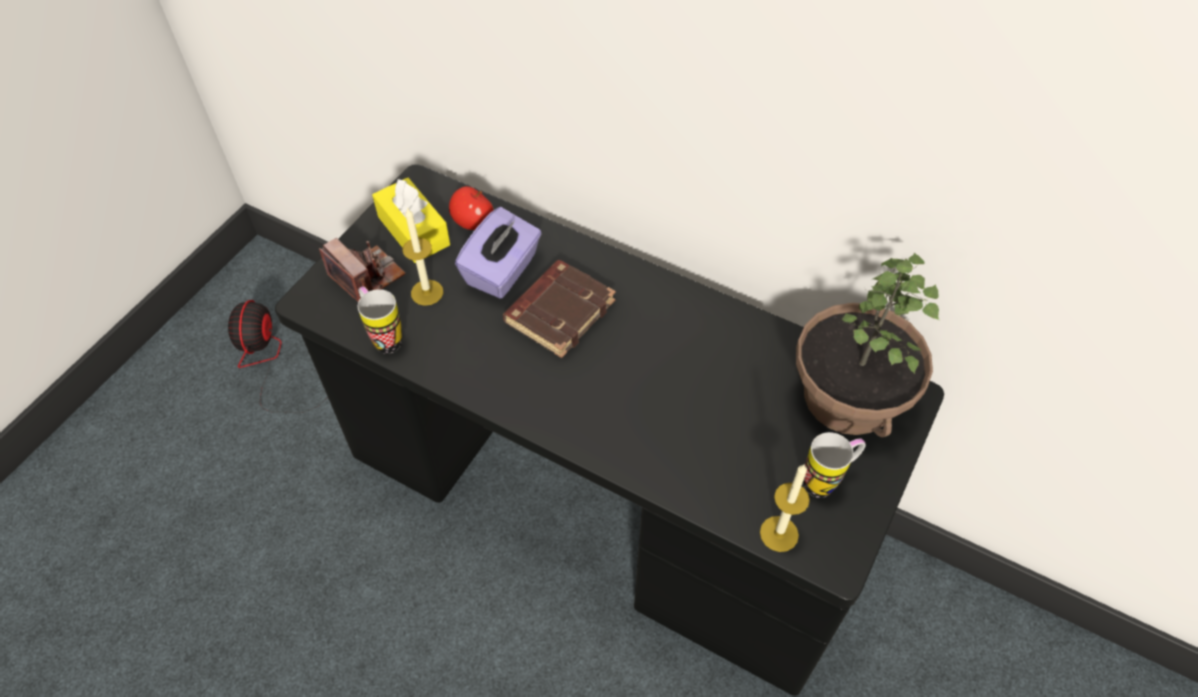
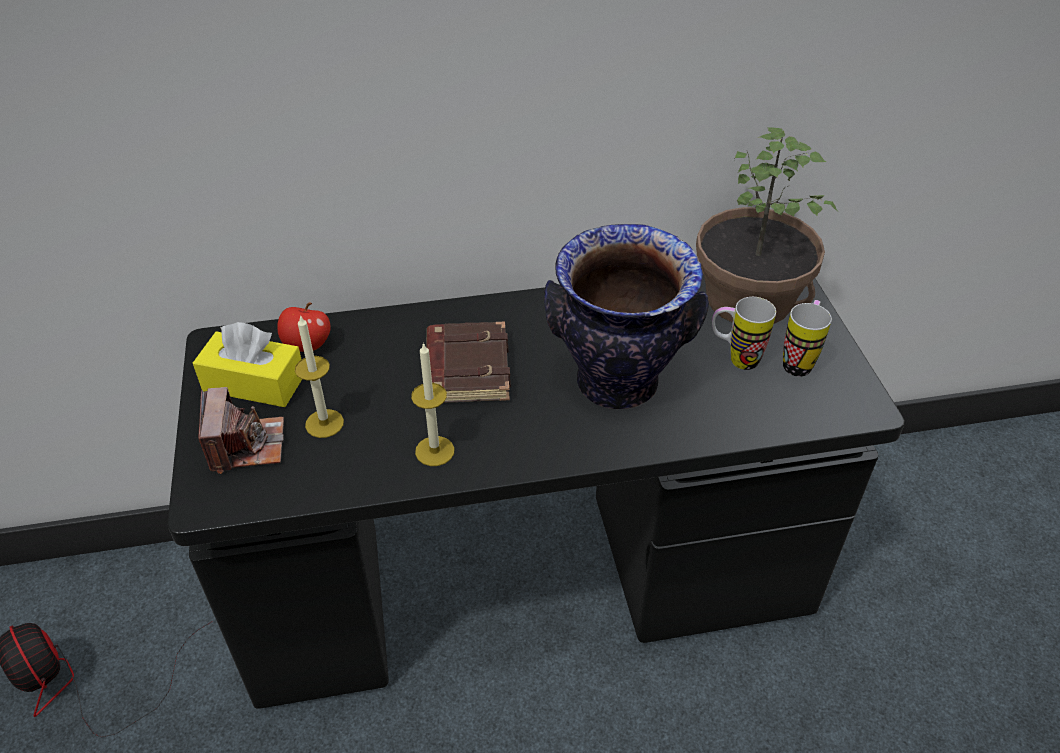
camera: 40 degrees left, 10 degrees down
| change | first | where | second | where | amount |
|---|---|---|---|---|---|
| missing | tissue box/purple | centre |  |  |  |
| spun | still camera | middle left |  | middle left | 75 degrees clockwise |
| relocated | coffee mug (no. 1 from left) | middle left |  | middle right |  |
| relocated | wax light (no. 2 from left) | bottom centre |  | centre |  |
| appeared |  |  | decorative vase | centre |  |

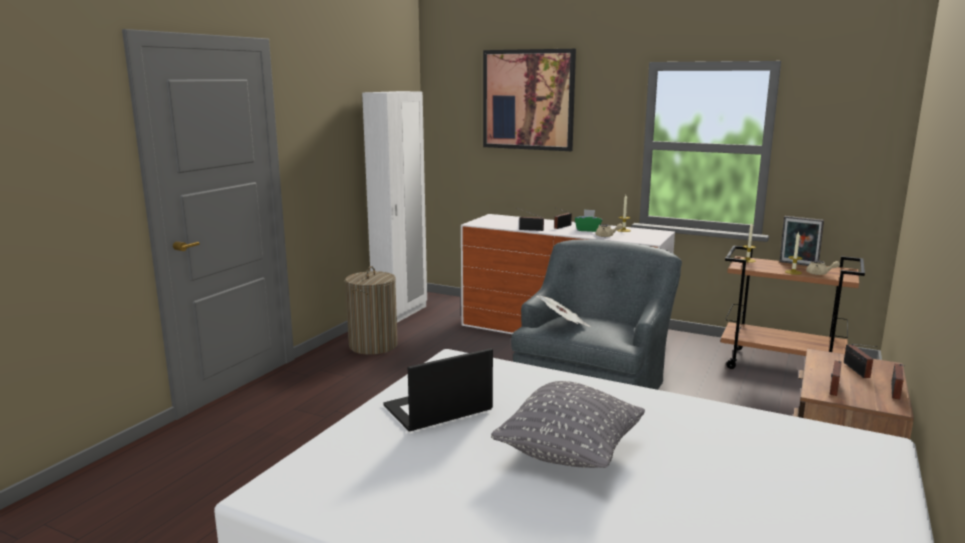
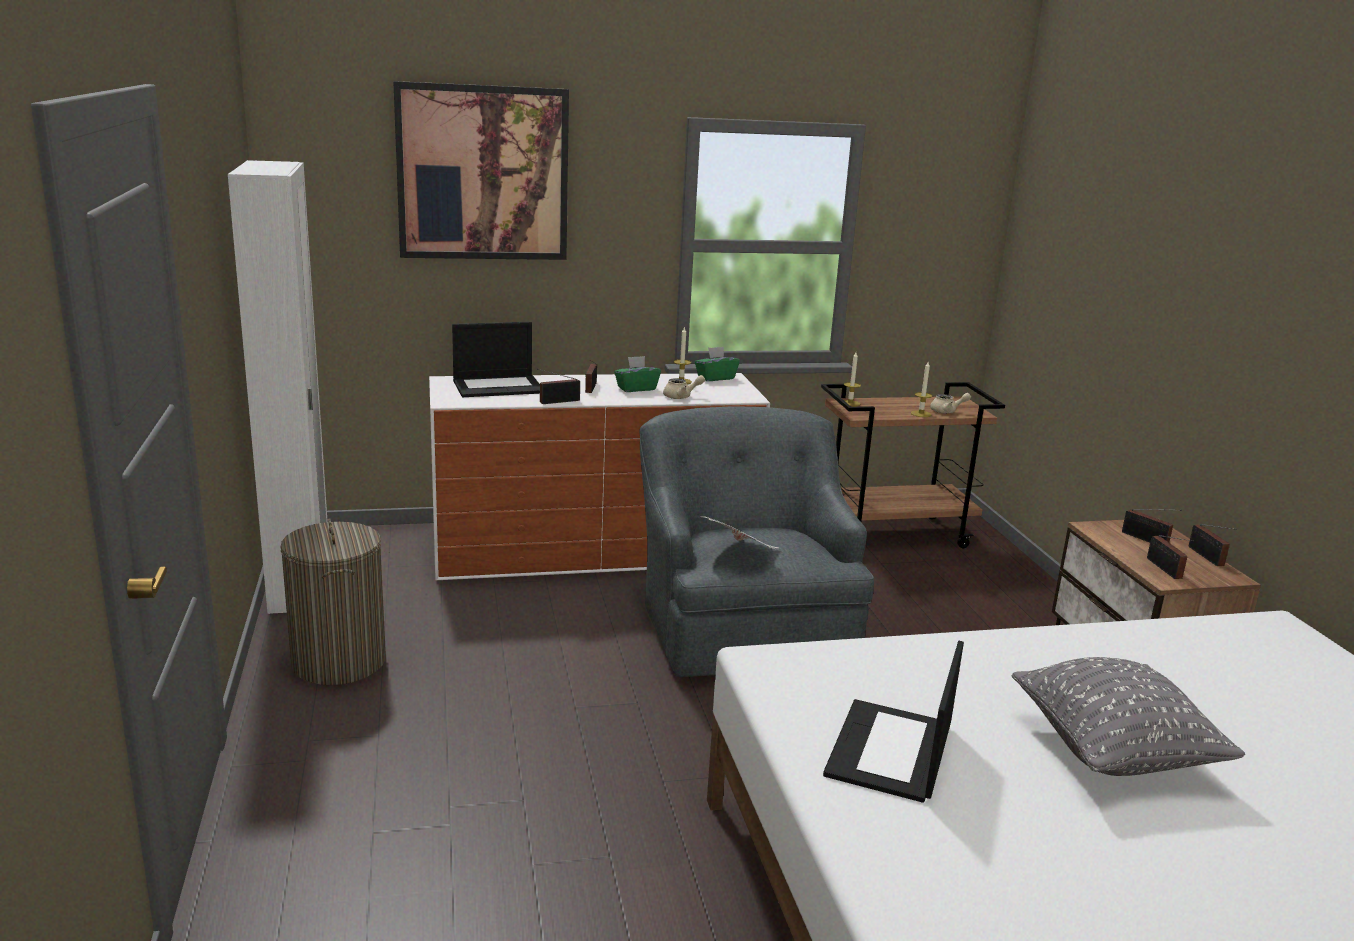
camera: 40 degrees left, 5 degrees up
| change | first | where | second | where | amount |
|---|---|---|---|---|---|
| missing | standing frame | middle right |  |  |  |
| appeared |  |  | laptop (no. 1 from left) | centre |  |
| appeared |  |  | tissue box/green-coloured (no. 2 from left) | centre |  |

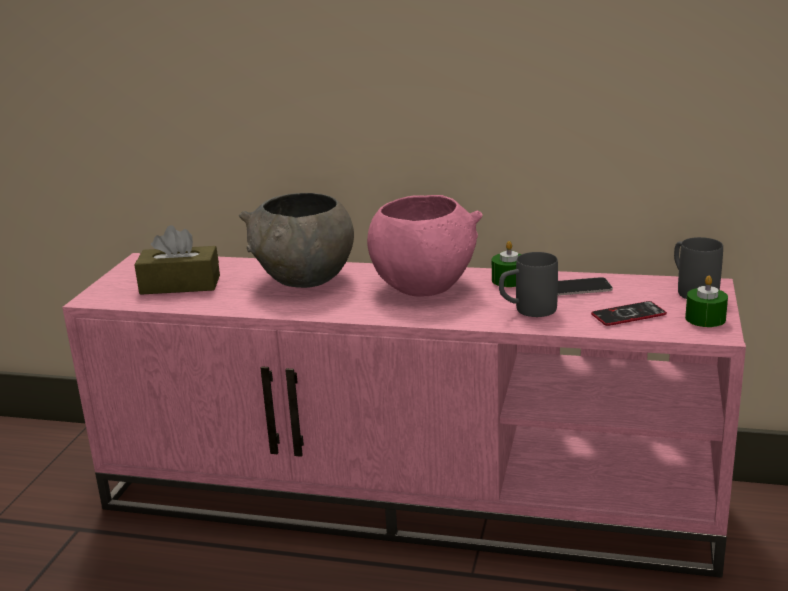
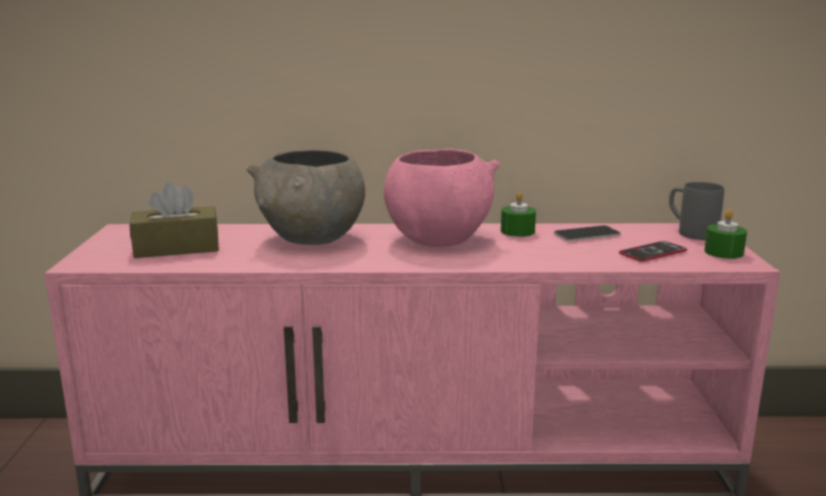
camera: 15 degrees left, 5 degrees down
| change | first | where | second | where | amount |
|---|---|---|---|---|---|
| missing | coffee mug/greyish (no. 1 from left) | middle right |  |  |  |

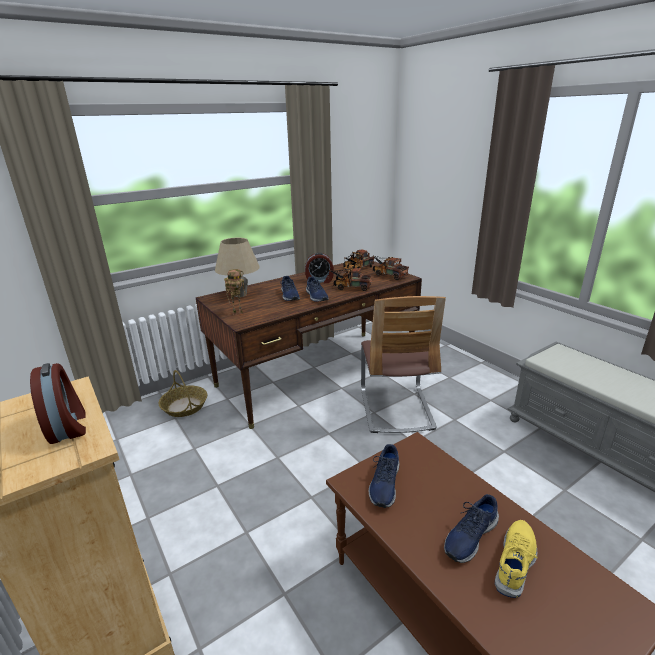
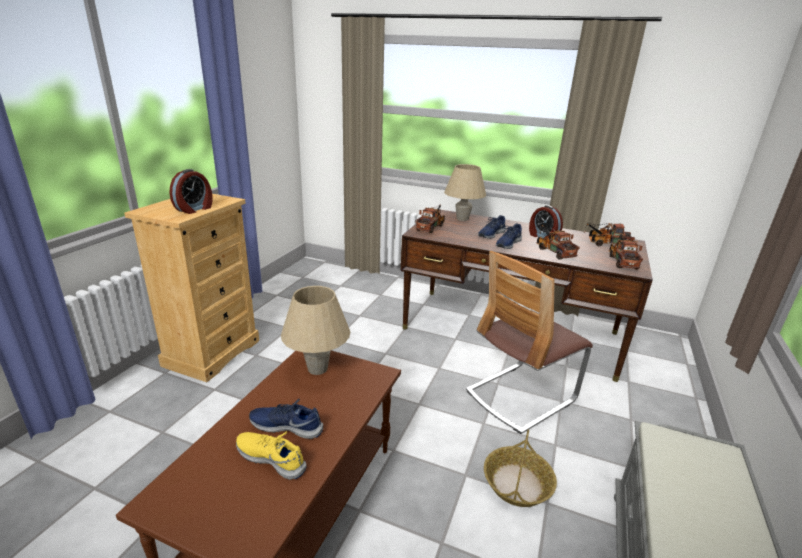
camera: 55 degrees right, 0 degrees up
| change | first | where | second | where | amount |
|---|---|---|---|---|---|
| exchanged | robot figure | centre | model truck (no. 1 from left) | centre |  |
| relocated | storage basket | middle left |  | bottom centre |  |
| exchanged | item of footwear/blue-coloured (no. 3 from left) | bottom centre | tabletop lamp/sand-coloured (no. 1 from left) | centre |  |
| spun | item of footwear/yellowish | bottom right |  | bottom centre | 150 degrees counterclockwise |

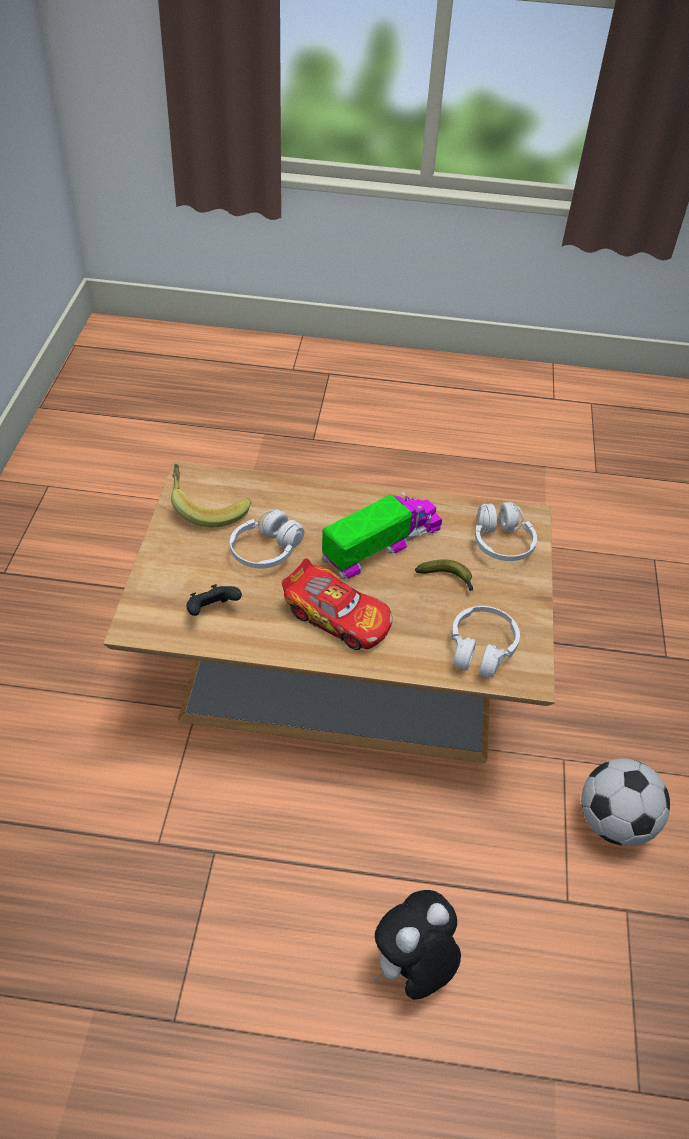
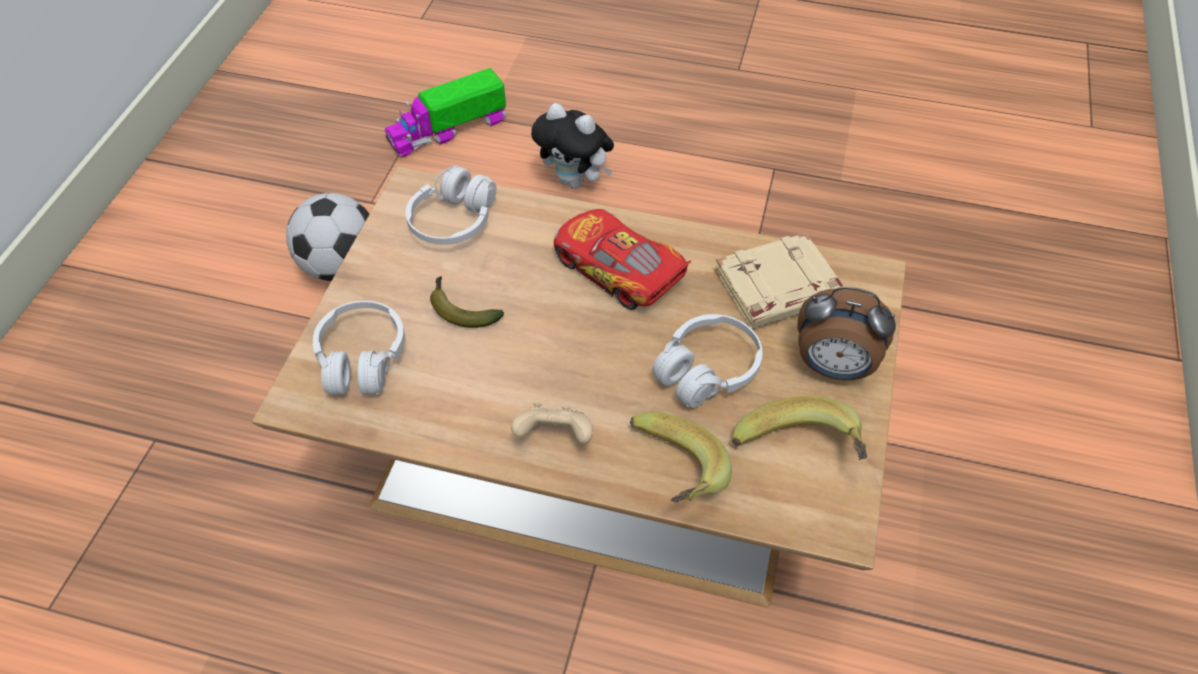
camera: 170 degrees left, 5 degrees up
| change | first | where | second | where | amount |
|---|---|---|---|---|---|
| relocated | model truck | centre |  | top centre |  |
| exchanged | gamepad/blackish | middle left | volume/sand-coloured | centre |  |
| spun | soft toy | bottom centre |  | top centre | 60 degrees clockwise |
| appeared |  |  | bedside clock | middle right |  |
| appeared |  |  | gamepad/sand-coloured | centre |  |
| appeared |  |  | banana (no. 2 from left) | bottom centre |  |

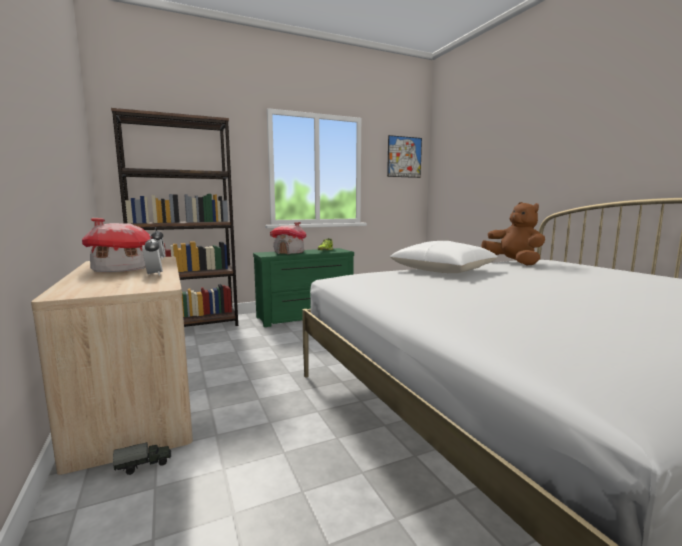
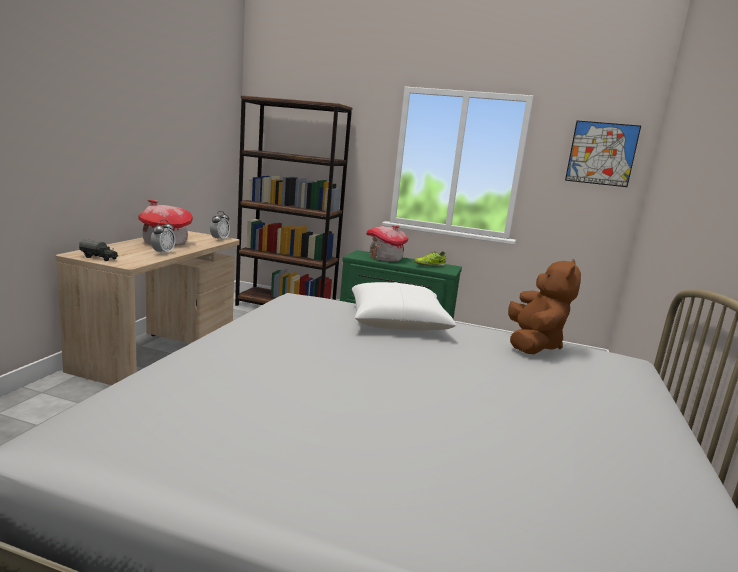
camera: 40 degrees right, 5 degrees up
| change | first | where | second | where | amount |
|---|---|---|---|---|---|
| relocated | model truck | bottom left |  | middle left |  |

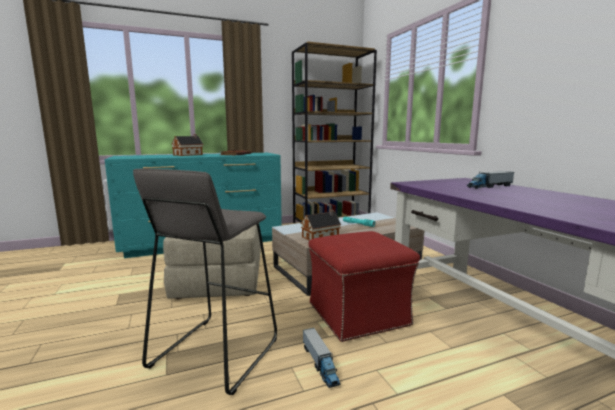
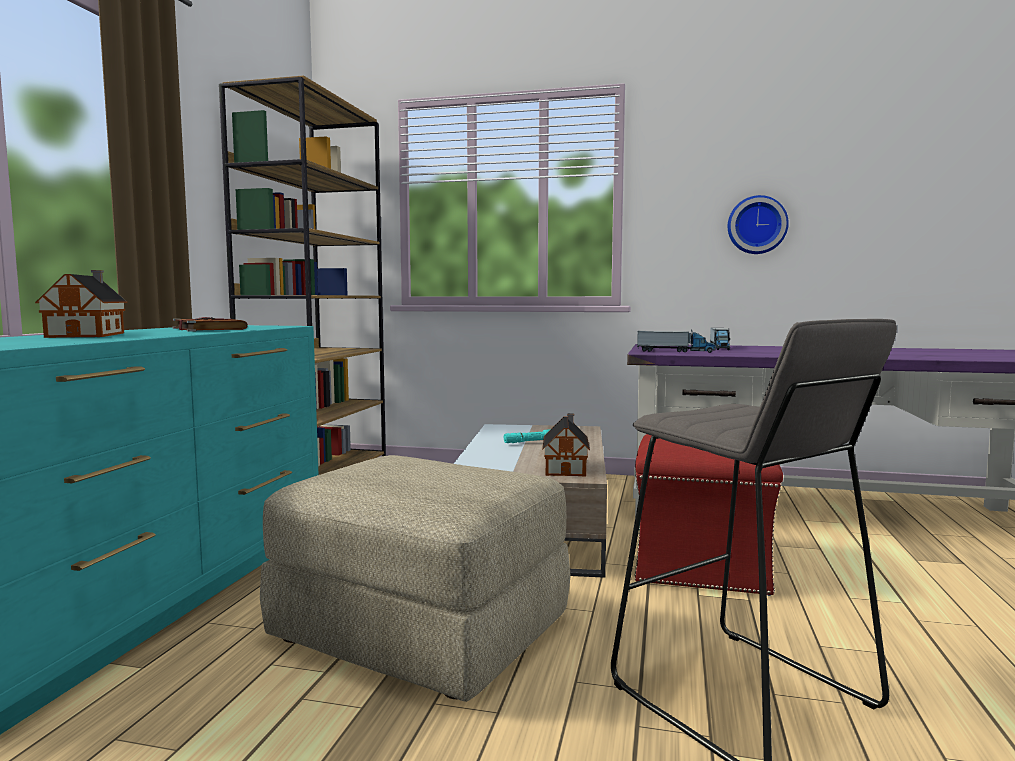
camera: 55 degrees left, 5 degrees down
| change | first | where | second | where | amount |
|---|---|---|---|---|---|
| relocated | model truck (no. 1 from left) | bottom centre |  | centre |  |
| appeared |  |  | wall clock | top right |  |

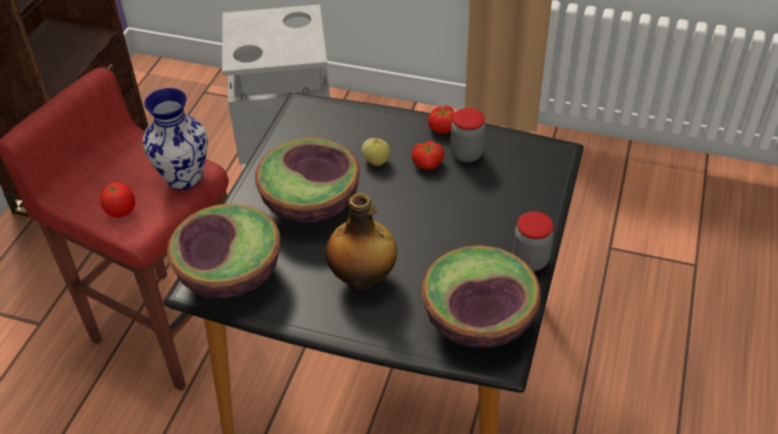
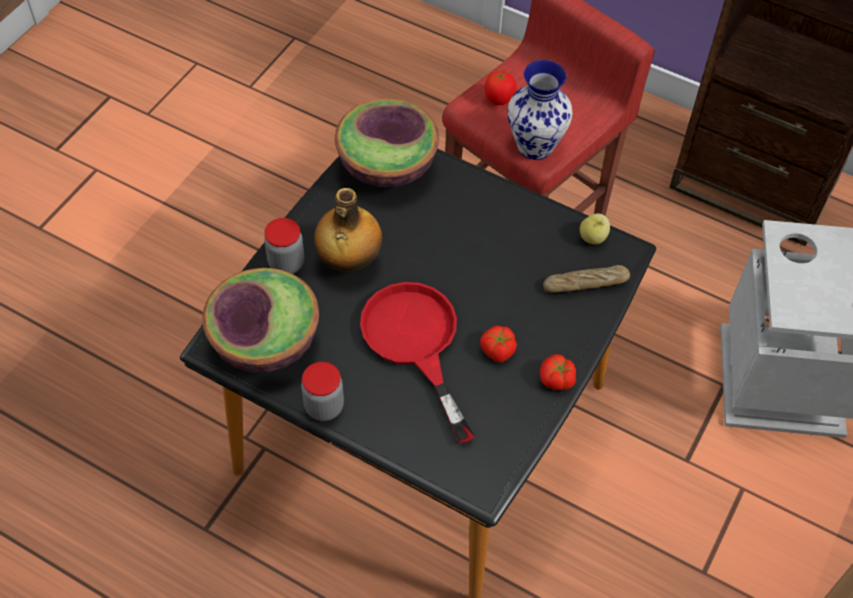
camera: 100 degrees right, 10 degrees up
| change | first | where | second | where | amount |
|---|---|---|---|---|---|
| relocated | preserve jar (no. 1 from left) | top centre |  | middle left |  |
| missing | bowl (no. 2 from left) | centre |  |  |  |
| relocated | whole apple | centre |  | middle right |  |
| appeared |  |  | bakery bread | middle right |  |
| appeared |  |  | pan/red | centre |  |

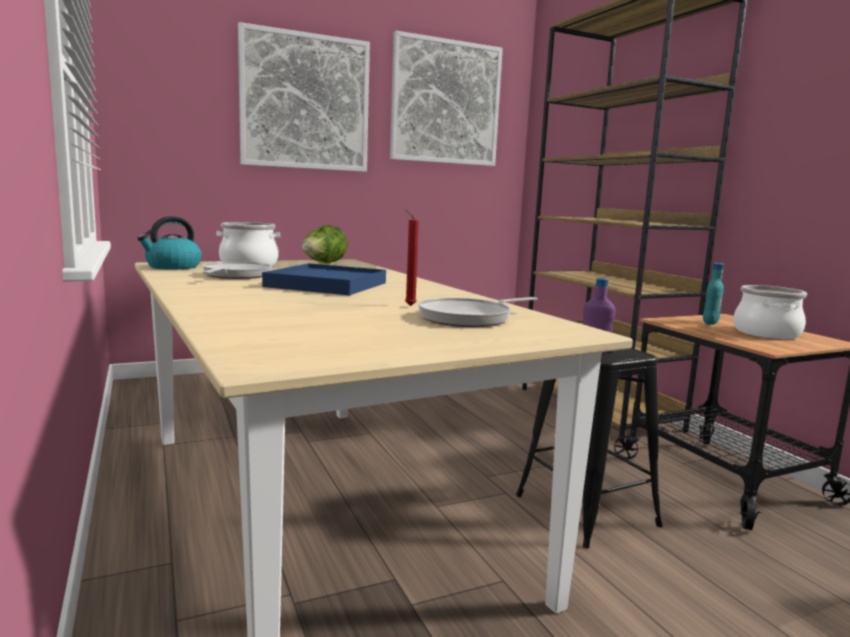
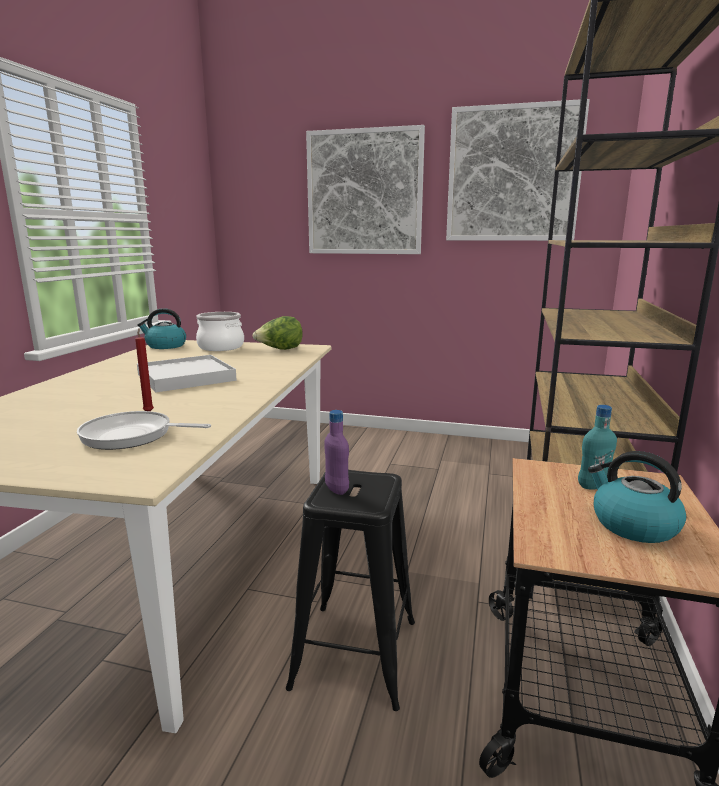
camera: 40 degrees right, 5 degrees up
| change | first | where | second | where | amount |
|---|---|---|---|---|---|
| missing | pan (no. 1 from left) | middle left |  |  |  |
| colour | tray/blue-coloured | centre | tray/white-coloured | middle left |  |
| exchanged | cooking pot (no. 2 from left) | middle right | kettle (no. 2 from left) | middle right |  |

